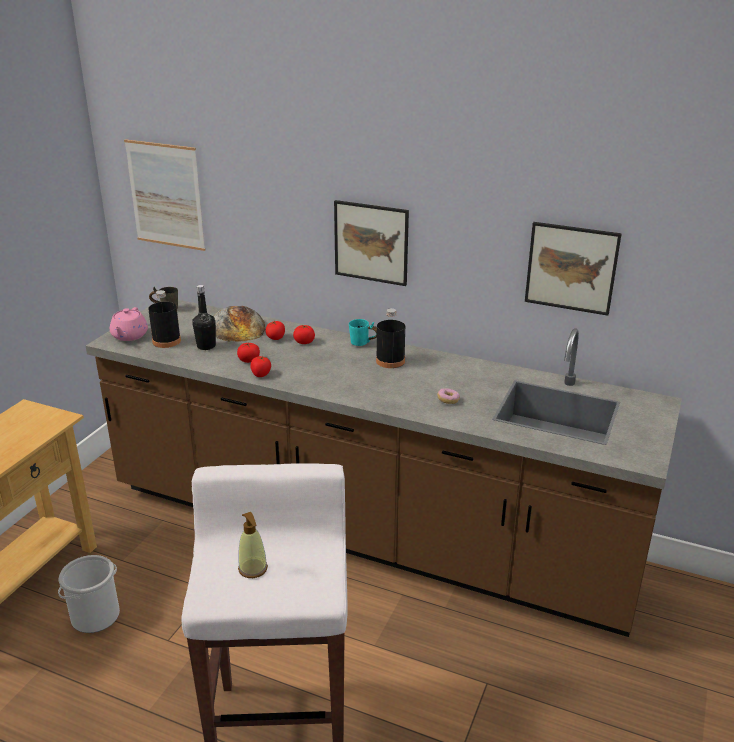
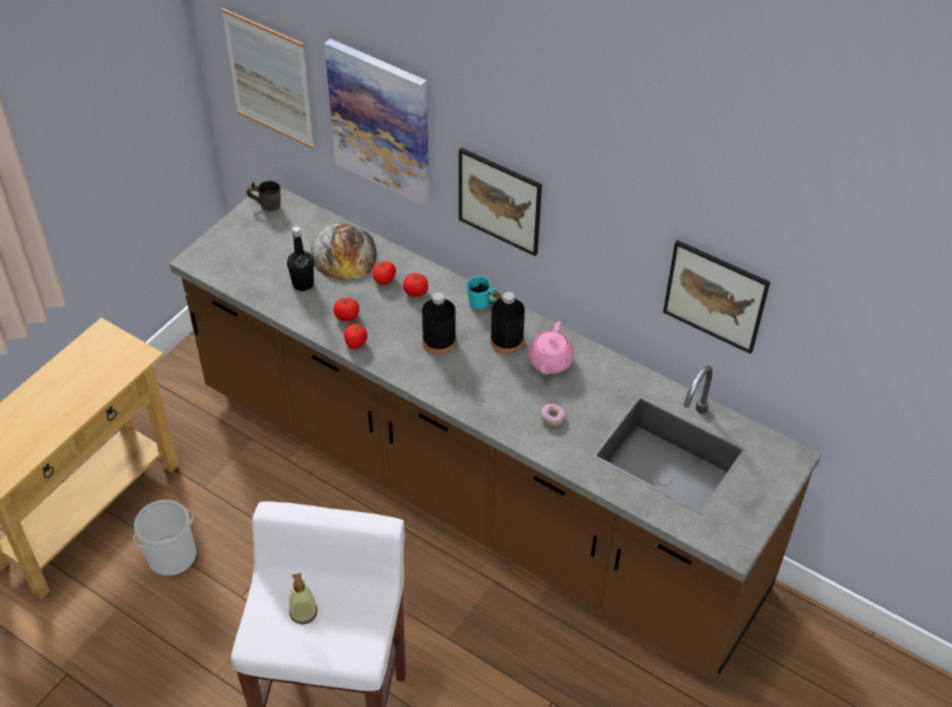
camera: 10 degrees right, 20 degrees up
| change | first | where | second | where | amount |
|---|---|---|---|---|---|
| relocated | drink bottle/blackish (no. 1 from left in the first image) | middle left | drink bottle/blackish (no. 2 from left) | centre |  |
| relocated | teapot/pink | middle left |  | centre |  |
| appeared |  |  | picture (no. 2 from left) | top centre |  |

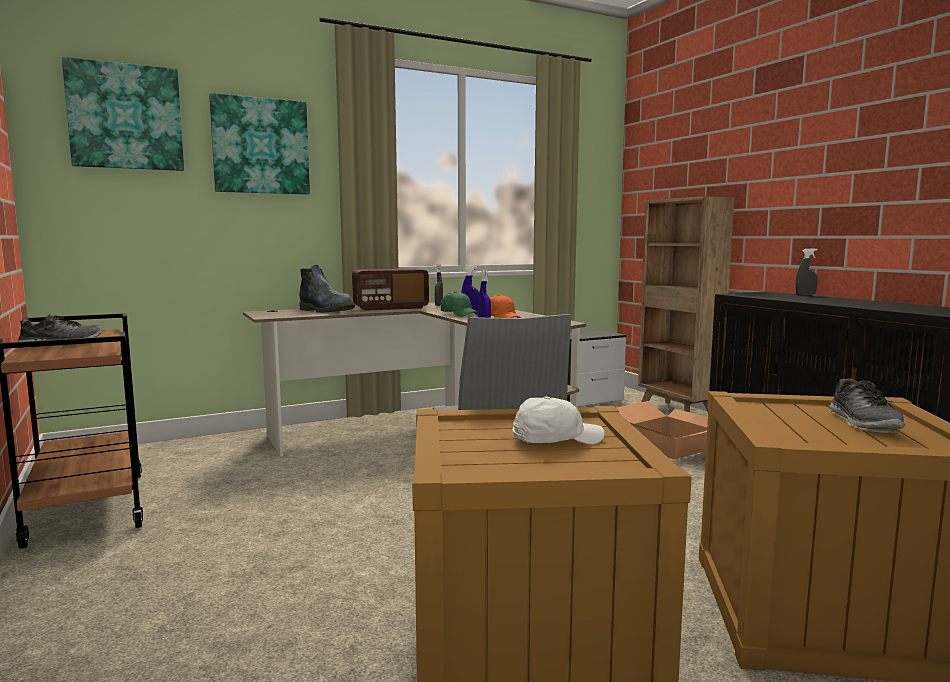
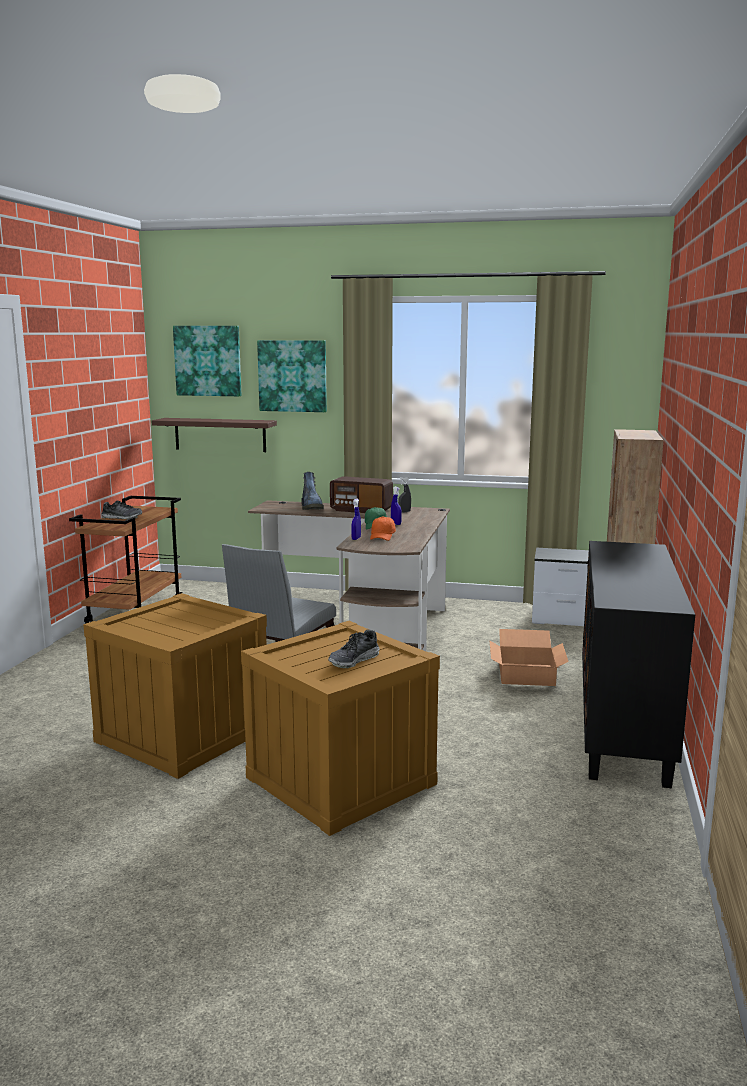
camera: 40 degrees right, 5 degrees up
| change | first | where | second | where | amount |
|---|---|---|---|---|---|
| missing | sprayer/greyish (no. 2 from left) | middle right |  |  |  |
| missing | baseball cap/white-coloured | centre |  |  |  |
| appeared |  |  | bracket shelf | middle left |  |

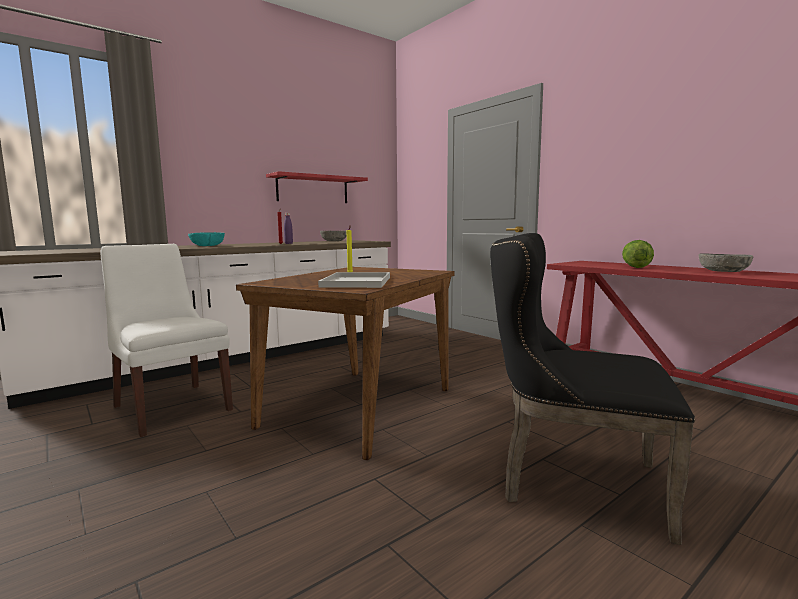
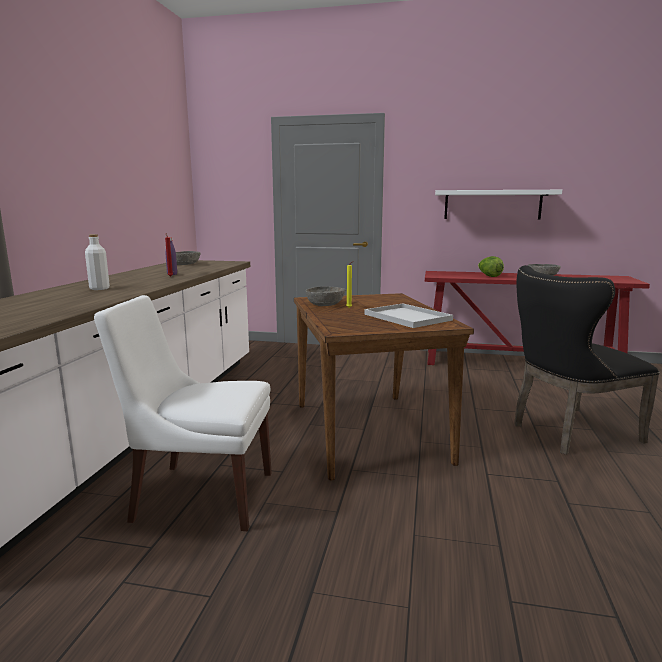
camera: 40 degrees left, 5 degrees up
| change | first | where | second | where | amount |
|---|---|---|---|---|---|
| missing | bracket shelf/red | top centre |  |  |  |
| exchanged | bowl/turquoise | middle left | drink bottle/white-coloured | middle left |  |
| appeared |  |  | bracket shelf/white-coloured | top right |  |
| appeared |  |  | bowl/greyish (no. 2 from left) | centre |  |

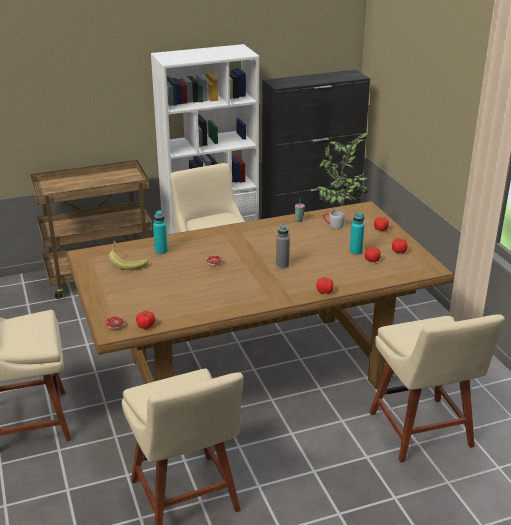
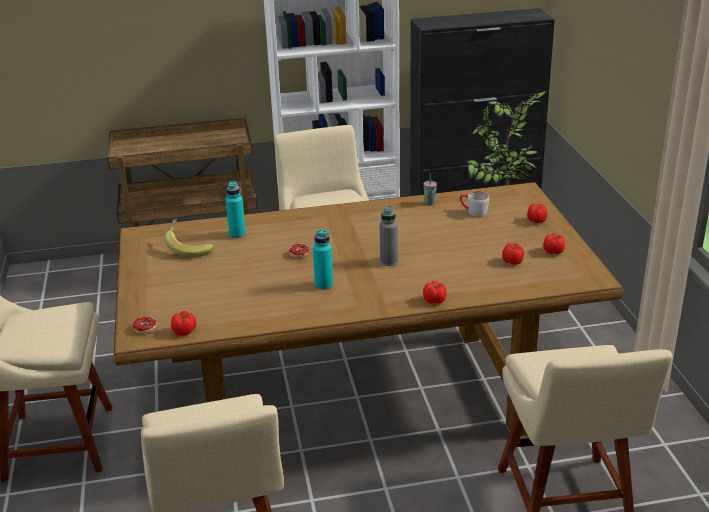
camera: 10 degrees right, 0 degrees up
| change | first | where | second | where | amount |
|---|---|---|---|---|---|
| relocated | drink bottle/turquoise (no. 2 from left) | middle right |  | centre |  |

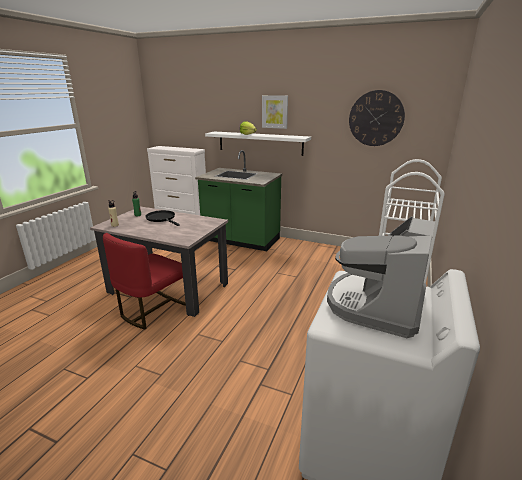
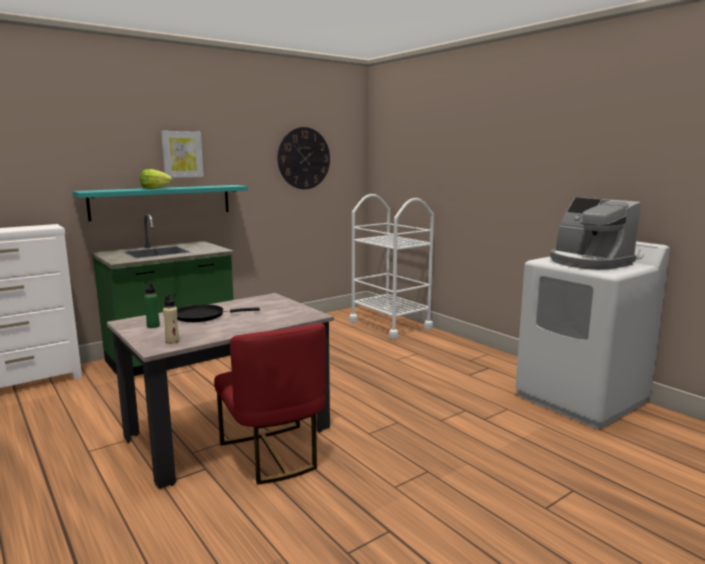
camera: 60 degrees left, 10 degrees down
| change | first | where | second | where | amount |
|---|---|---|---|---|---|
| colour | bracket shelf/white-coloured | top centre | bracket shelf/turquoise | middle left |  |

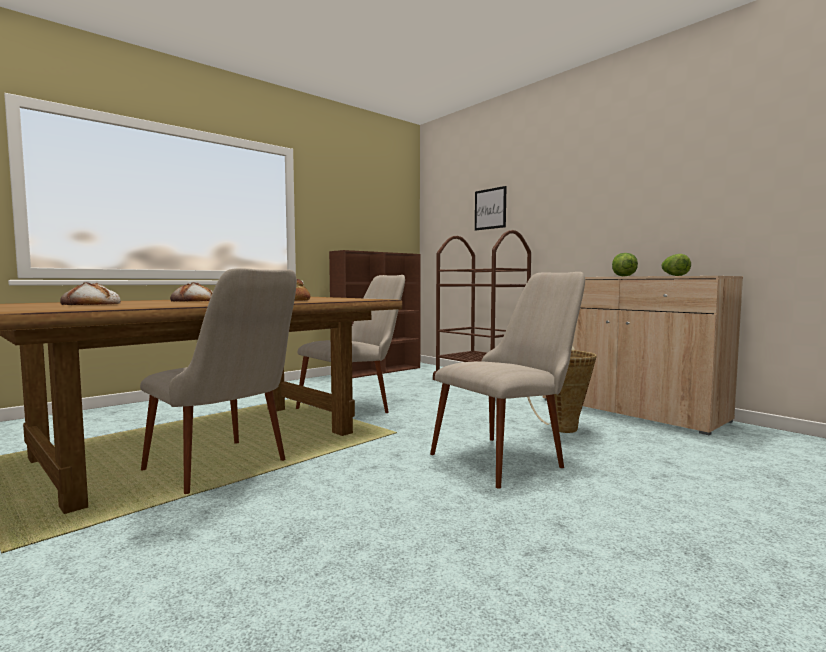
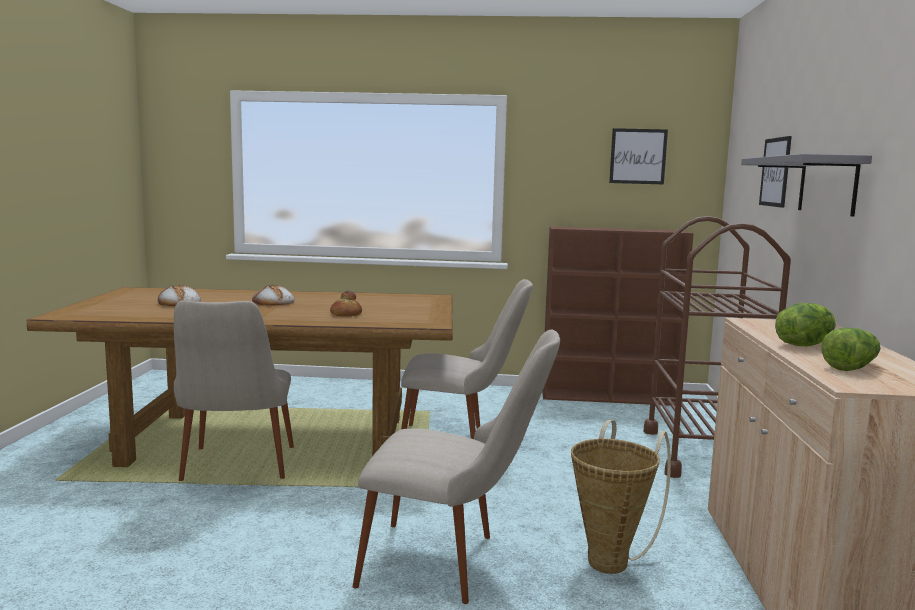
camera: 45 degrees right, 5 degrees up
| change | first | where | second | where | amount |
|---|---|---|---|---|---|
| appeared |  |  | picture (no. 1 from left) | top right |  |
| appeared |  |  | bracket shelf/greyish | top right |  |

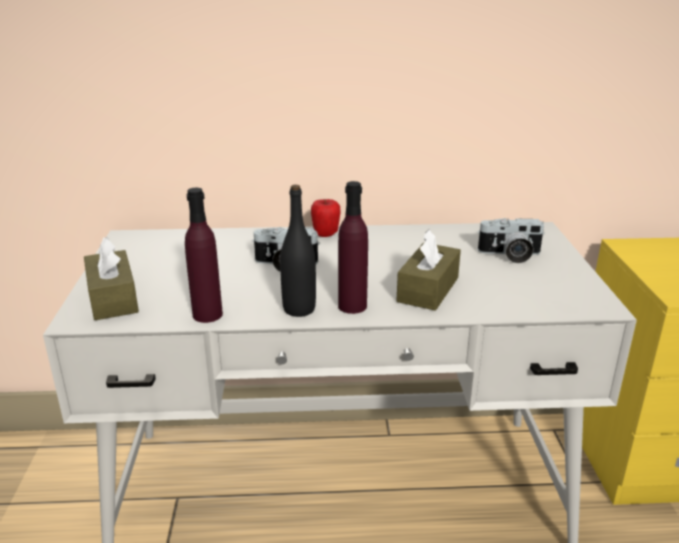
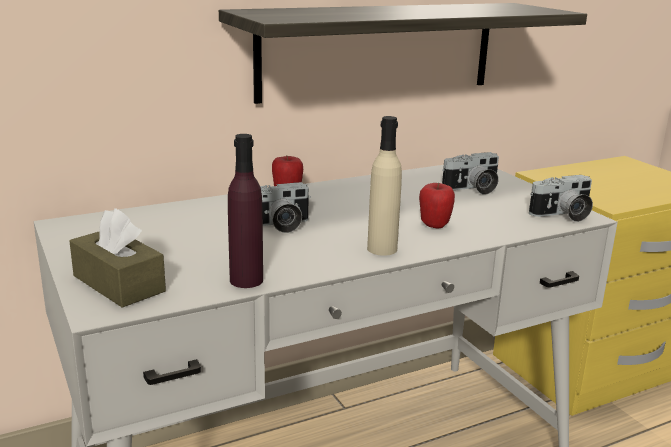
camera: 25 degrees left, 5 degrees down
| change | first | where | second | where | amount |
|---|---|---|---|---|---|
| colour | drink bottle/purple (no. 2 from left) | centre | drink bottle/sand-coloured | centre |  |
| missing | drink bottle/blackish | centre |  |  |  |
| exchanged | tissue box/brown (no. 2 from left) | centre | whole apple (no. 2 from left) | centre |  |
| appeared |  |  | bracket shelf | top centre |  |
| appeared |  |  | still camera (no. 3 from left) | middle right |  |

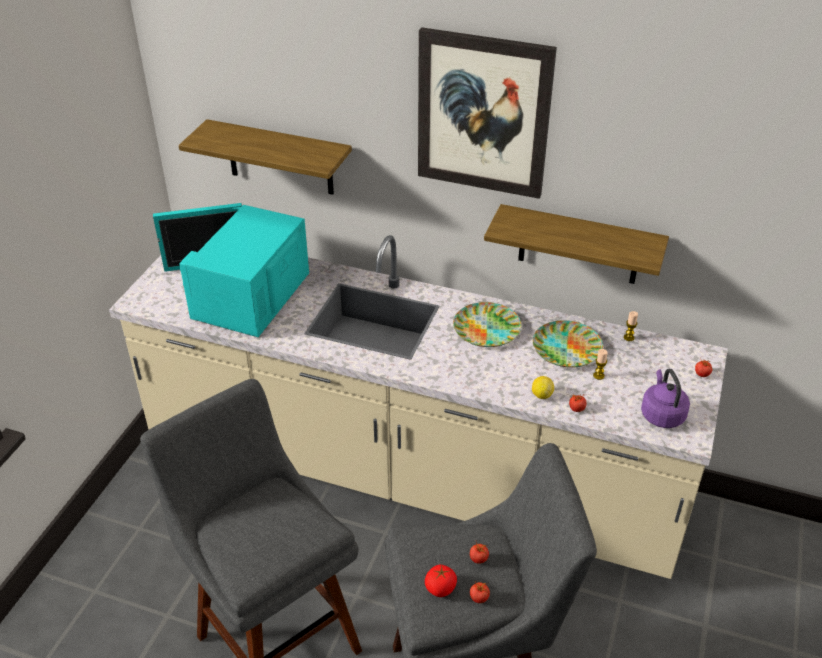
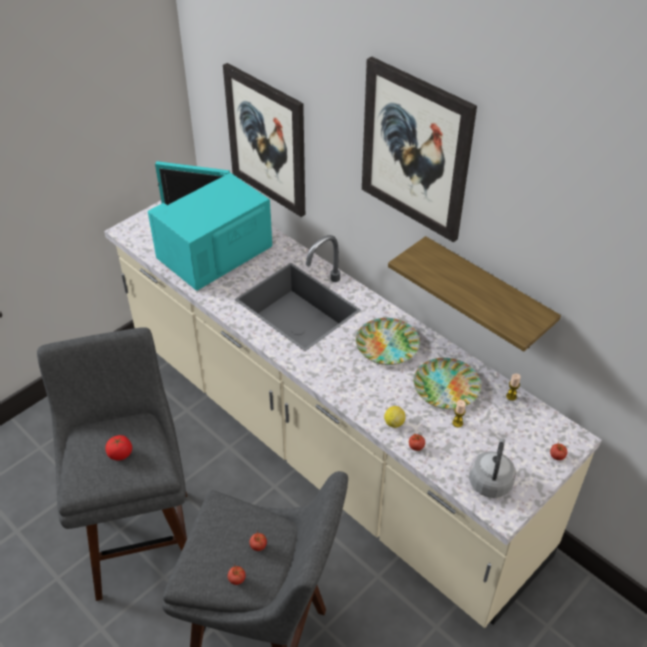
camera: 25 degrees right, 5 degrees up
| change | first | where | second | where | amount |
|---|---|---|---|---|---|
| exchanged | bracket shelf (no. 1 from left) | top left | picture (no. 1 from left) | top centre |  |
| colour | kettle/purple | middle right | kettle/greyish | bottom right |  |
| relocated | fresh tomato (no. 1 from left) | bottom centre |  | bottom left |  |

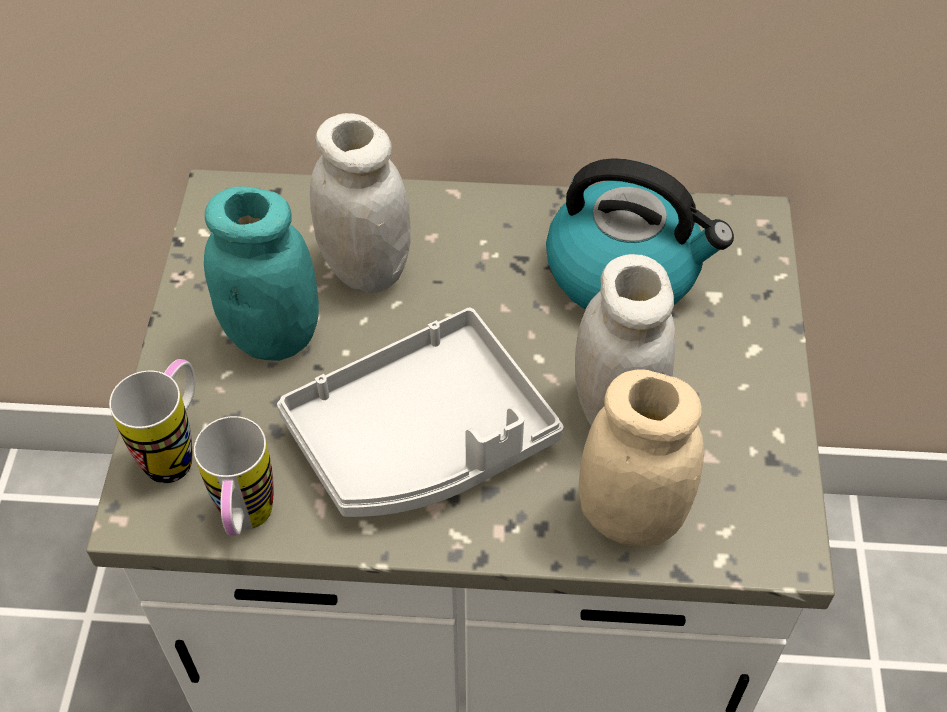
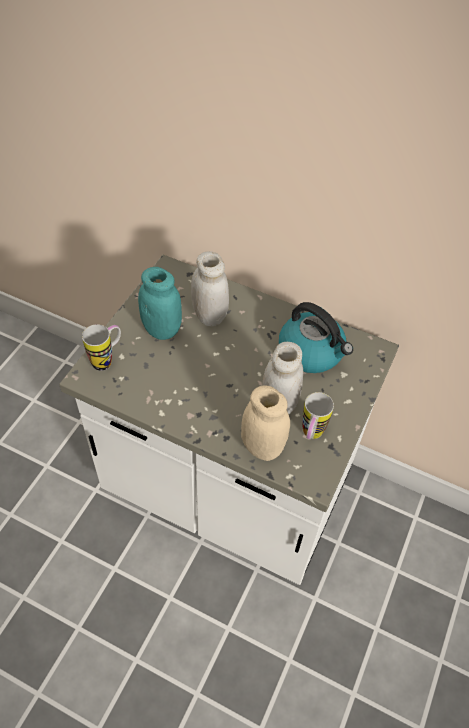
camera: 20 degrees right, 0 degrees up
| change | first | where | second | where | amount |
|---|---|---|---|---|---|
| missing | tray/greyish | centre |  |  |  |
| relocated | coffee mug (no. 2 from left) | bottom left |  | middle right |  |

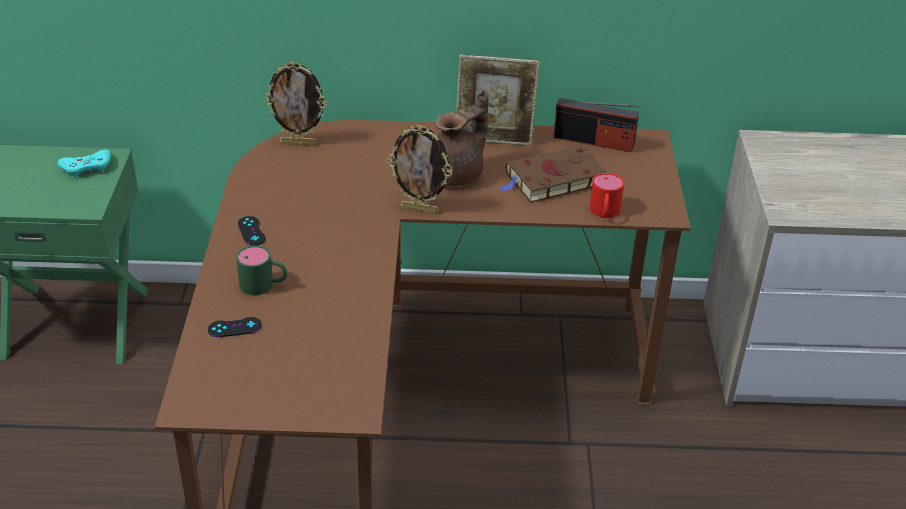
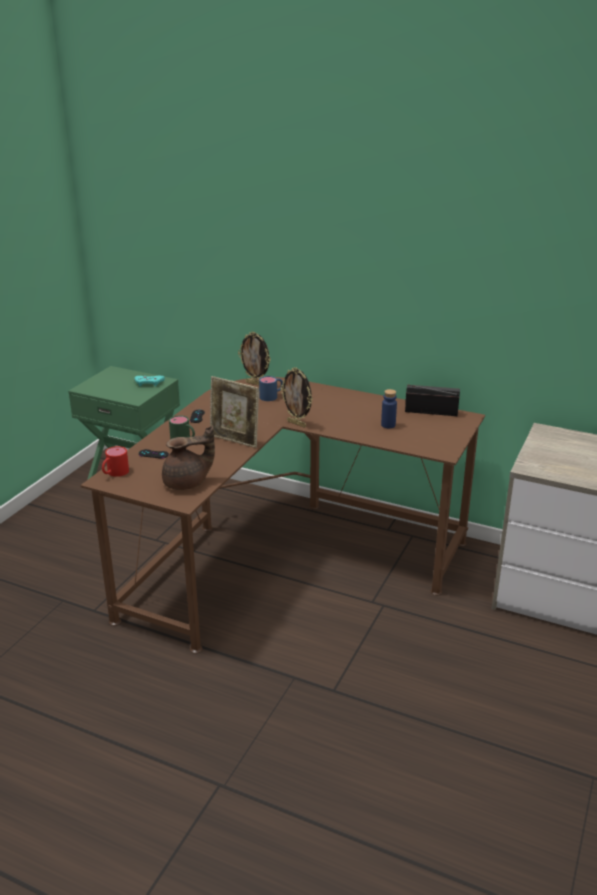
camera: 25 degrees right, 10 degrees down
| change | first | where | second | where | amount |
|---|---|---|---|---|---|
| relocated | standing frame (no. 3 from left in the first image) | top centre | standing frame (no. 1 from left) | centre |  |
| relocated | teapot/brown | top centre |  | middle left |  |
| spun | radio set | top centre |  | middle right | 150 degrees clockwise |
| exchanged | volume/brown | centre | drink bottle/blue-coloured | centre |  |
| relocated | coffee mug/red | middle right |  | middle left |  |
| appeared |  |  | coffee mug/blue-coloured | centre |  |

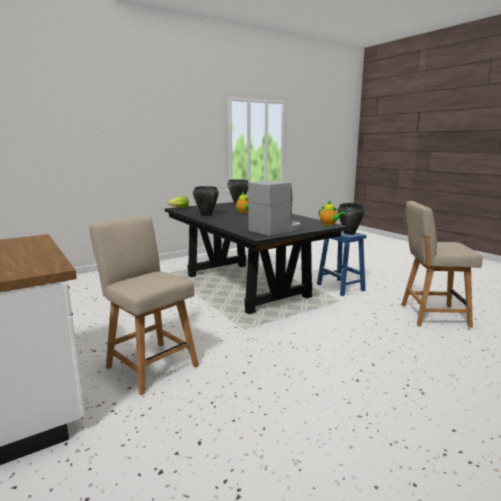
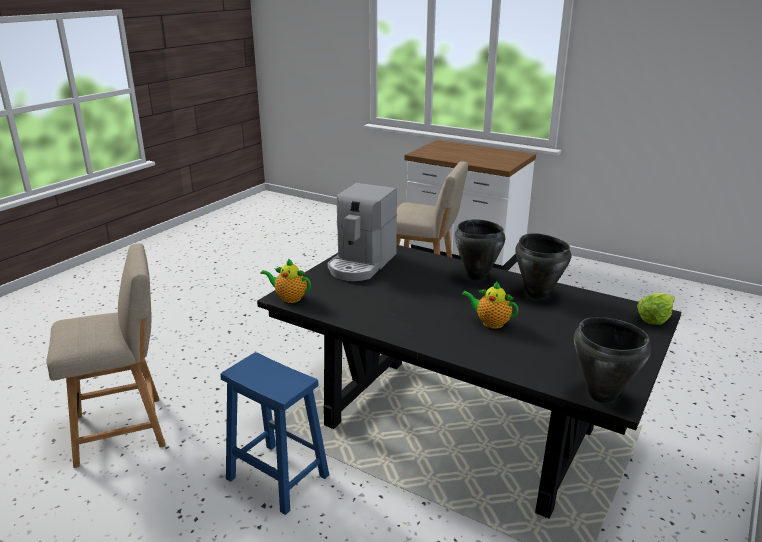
camera: 155 degrees right, 10 degrees up
| change | first | where | second | where | amount |
|---|---|---|---|---|---|
| relocated | cooking pot/blackish (no. 3 from left in the first image) | middle right | cooking pot/blackish (no. 1 from left) | centre |  |

